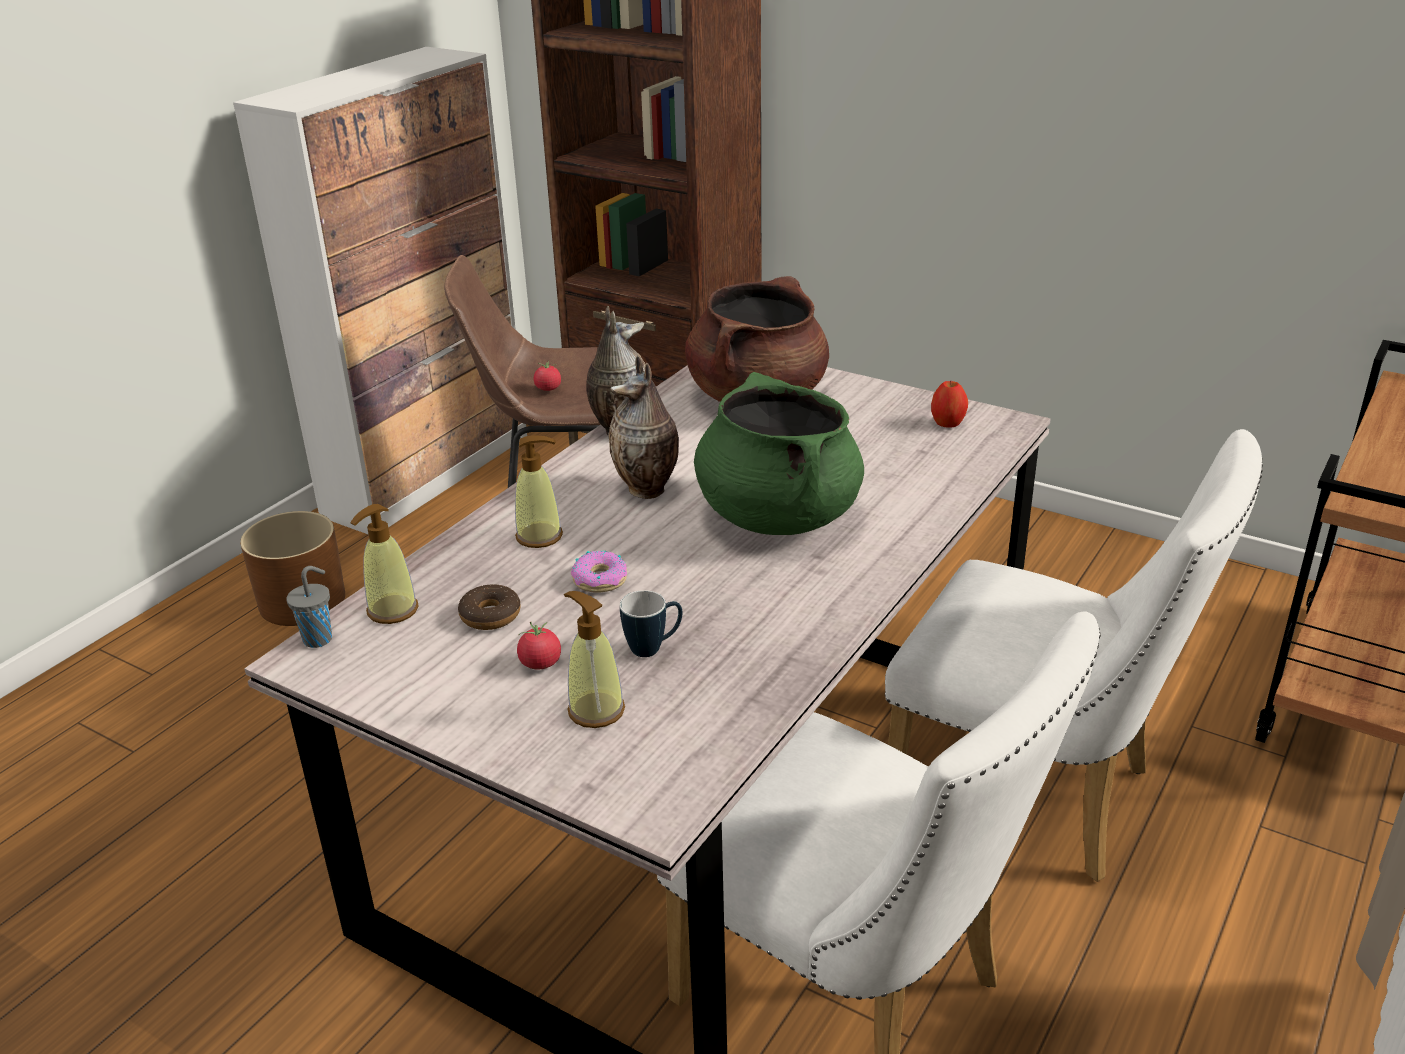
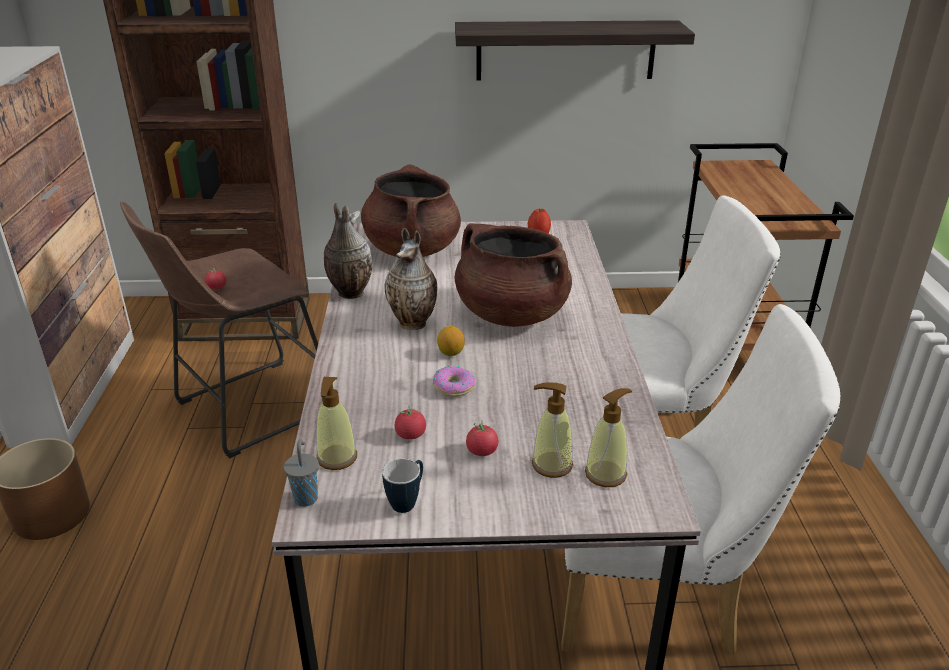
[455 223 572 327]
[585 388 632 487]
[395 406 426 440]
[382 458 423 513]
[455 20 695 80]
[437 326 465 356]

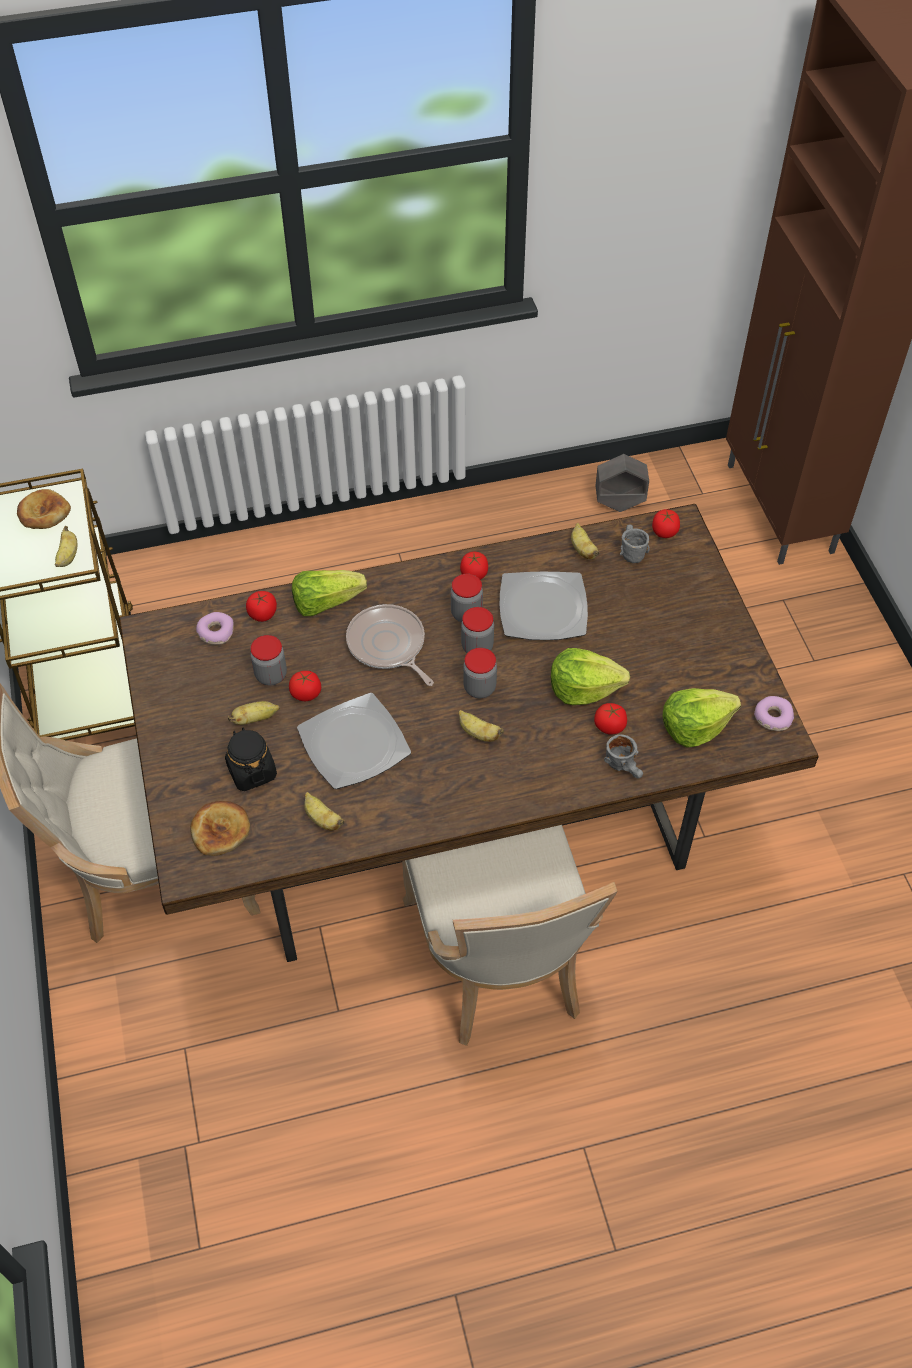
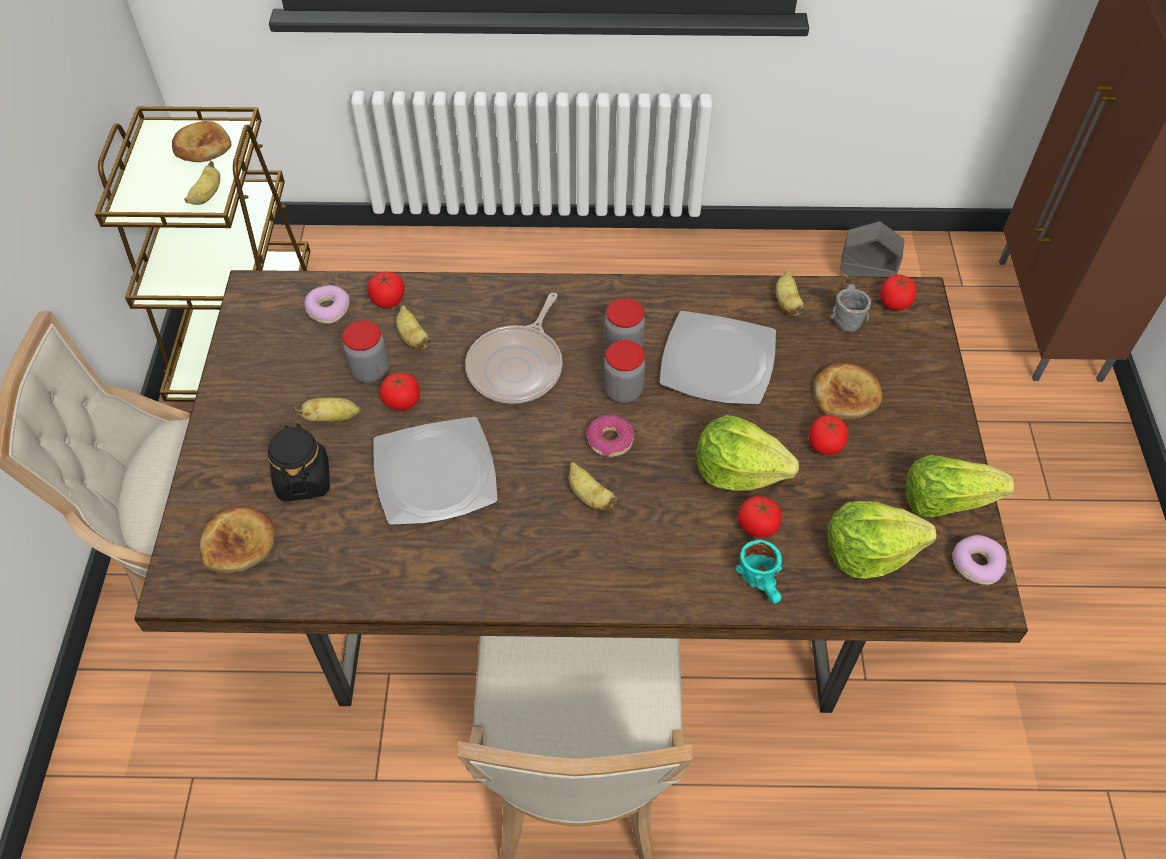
[809 415 848 455]
[906 455 1014 517]
[465 293 563 404]
[586 415 634 457]
[736 540 782 604]
[396 305 431 350]
[813 363 883 420]

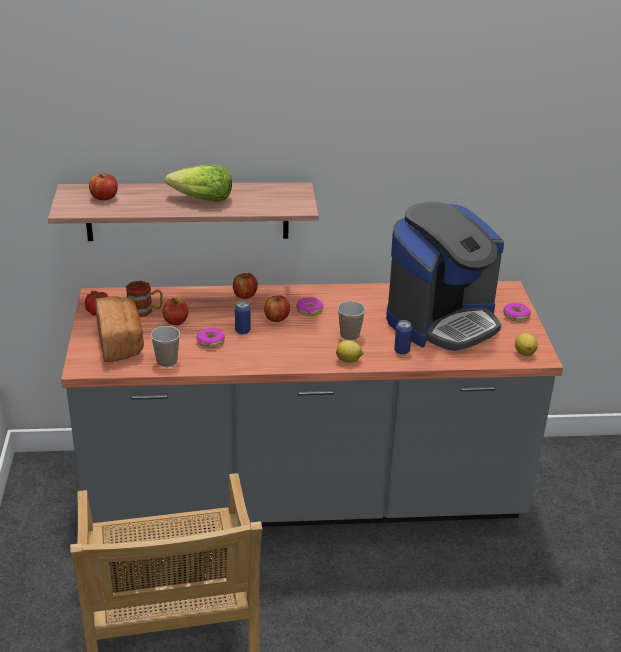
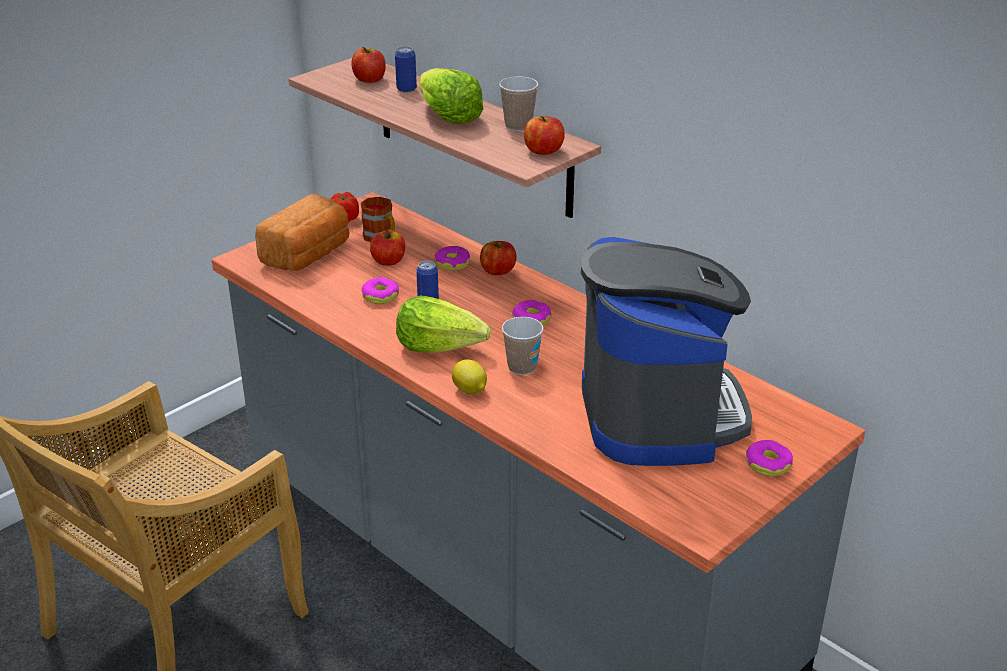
[581 237 752 466]
[524 116 565 155]
[395 46 417 92]
[499 76 538 131]
[515 333 538 356] (first image)
[435 246 470 271]
[396 296 491 353]

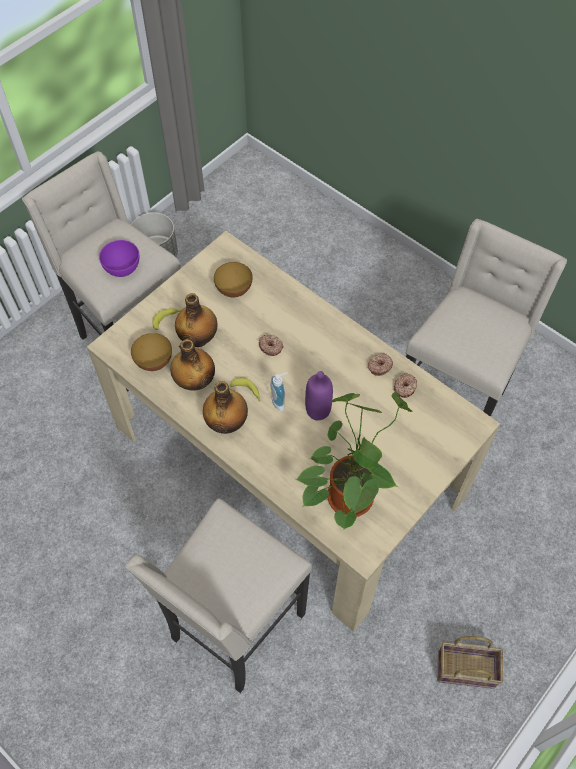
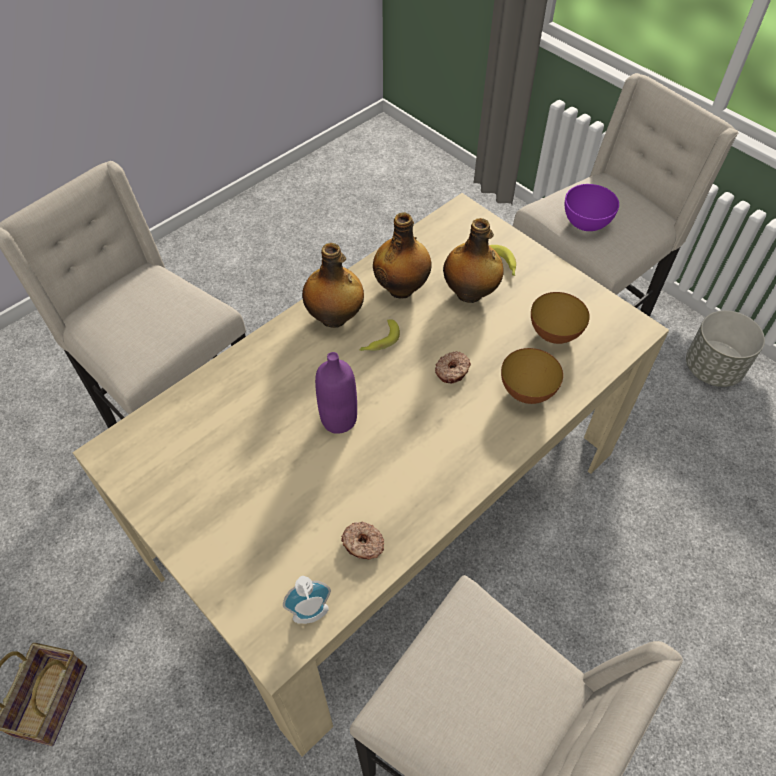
[501 348 563 404]
[368 353 393 376] (first image)
[283 576 331 624]
[296 392 414 530] (first image)

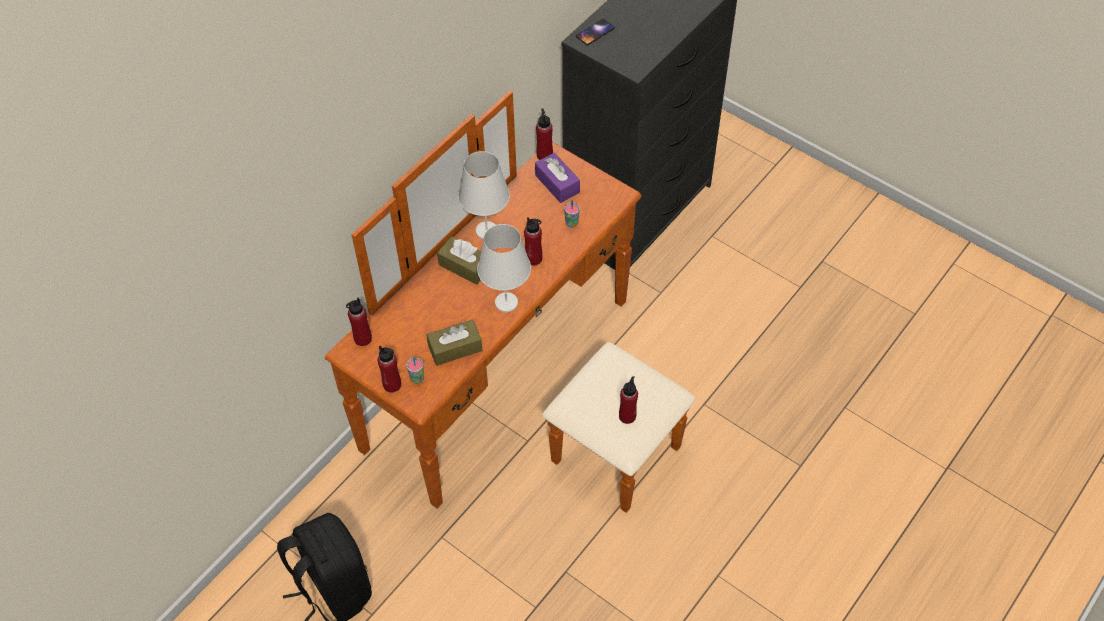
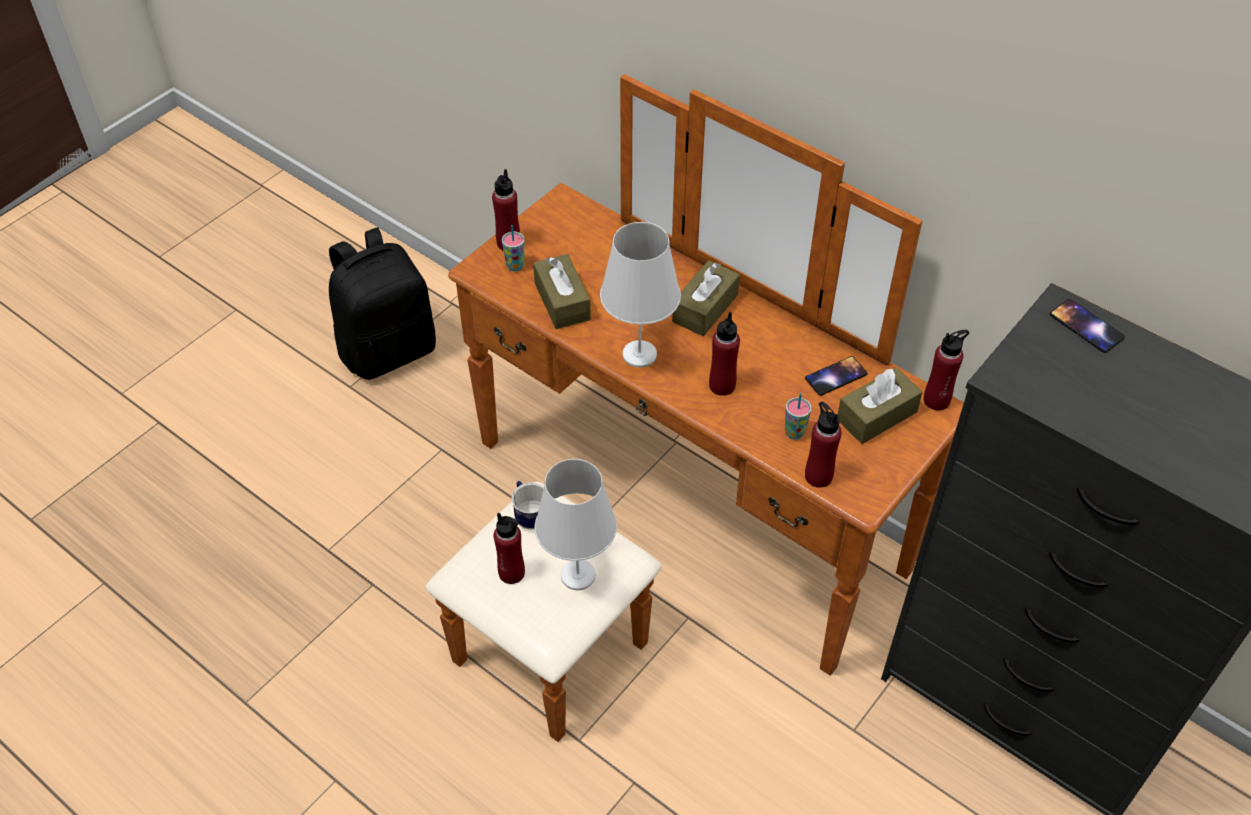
[535 459 617 590]
[838 368 923 444]
[805 401 842 488]
[805 356 868 396]
[512 481 544 530]

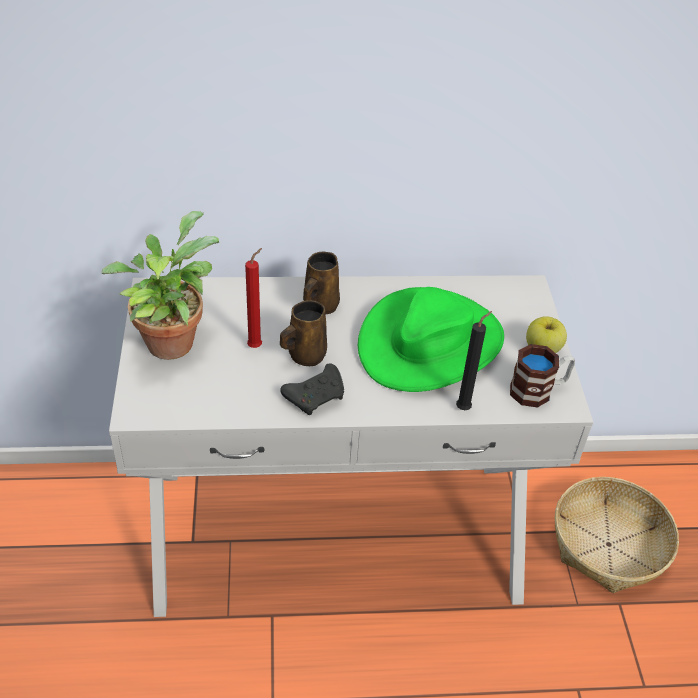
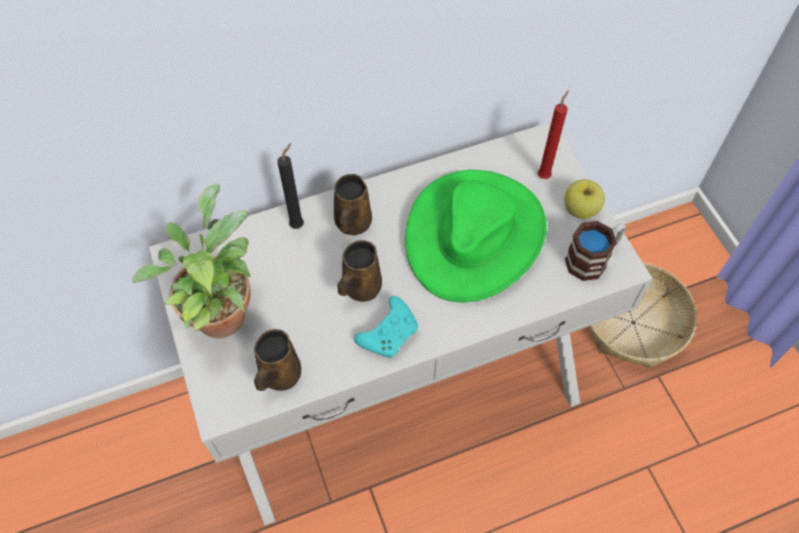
[538 90 569 179]
[277 143 304 229]
[354 296 418 358]
[254 329 301 391]

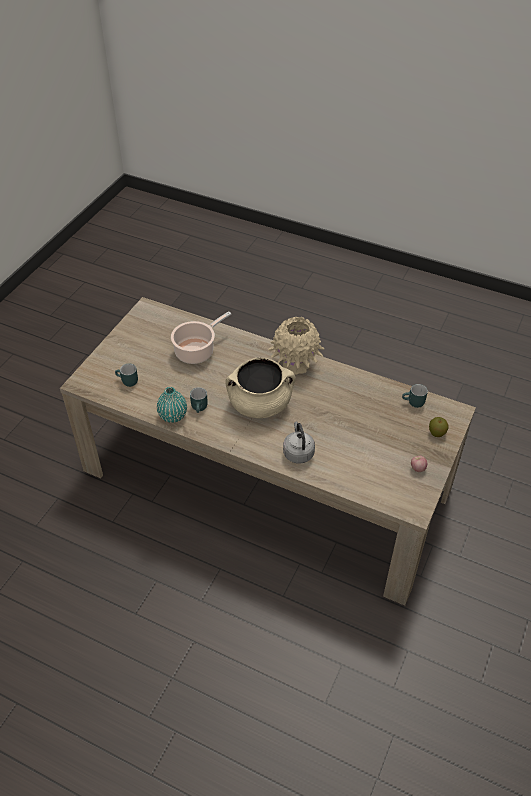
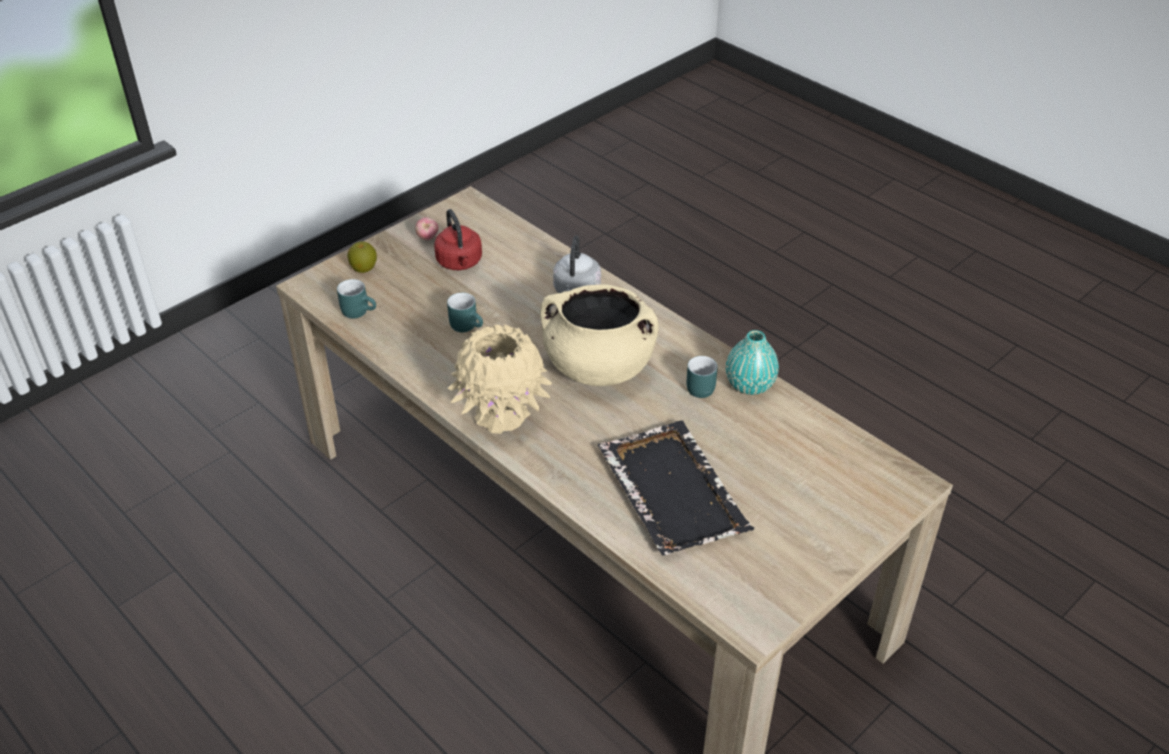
[598 421 755 556]
[447 293 483 332]
[434 209 482 270]

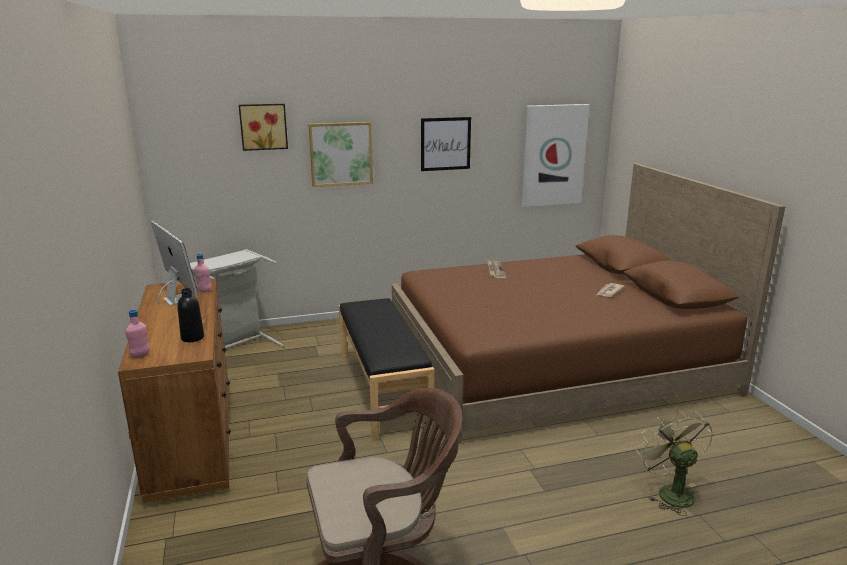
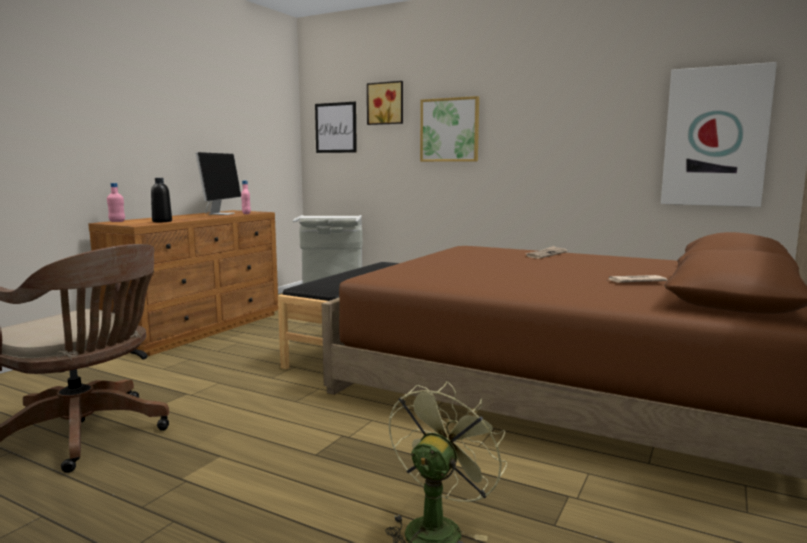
[315 102 357 153]

